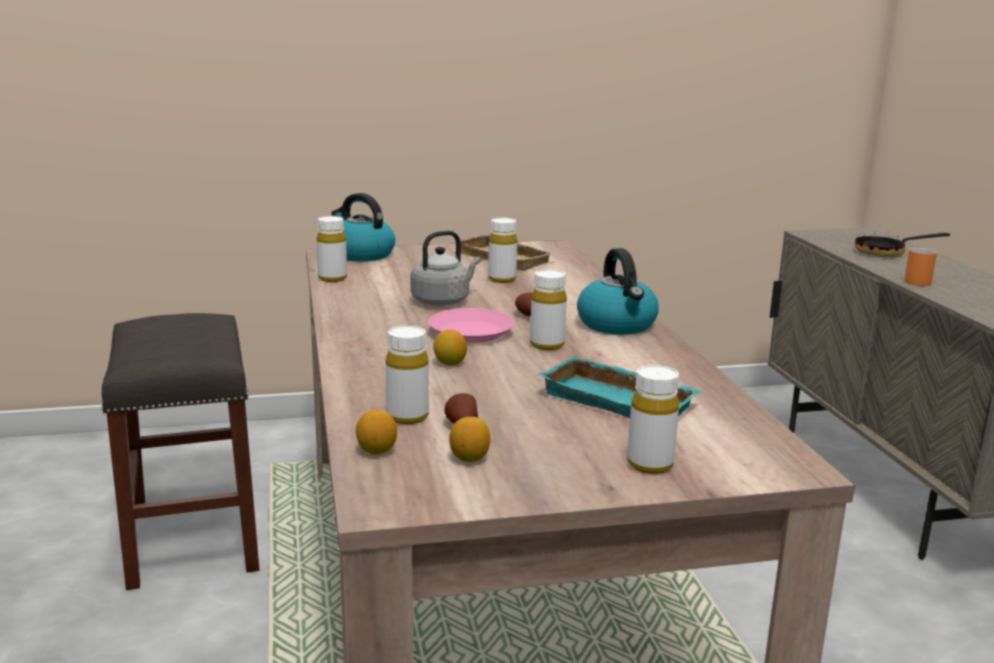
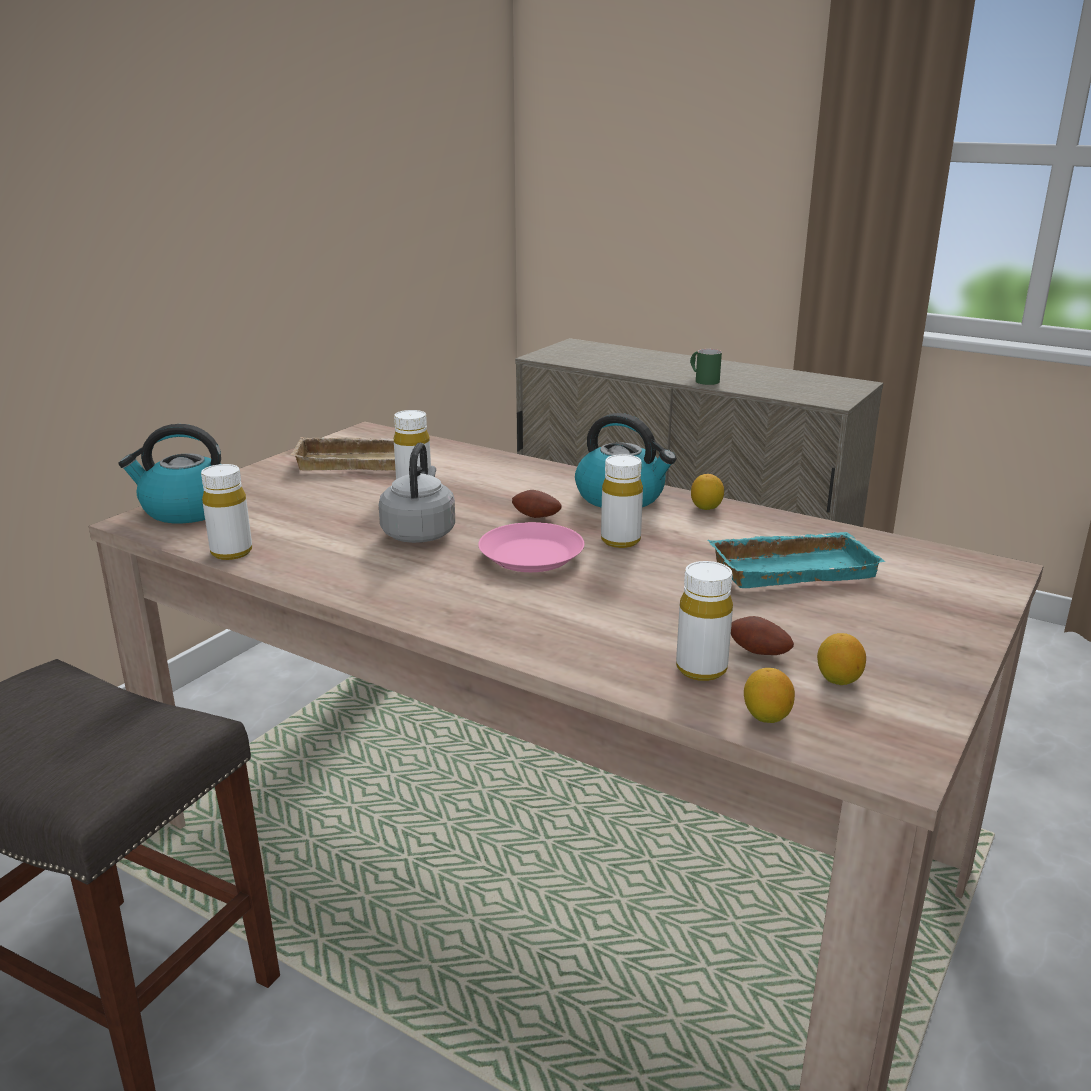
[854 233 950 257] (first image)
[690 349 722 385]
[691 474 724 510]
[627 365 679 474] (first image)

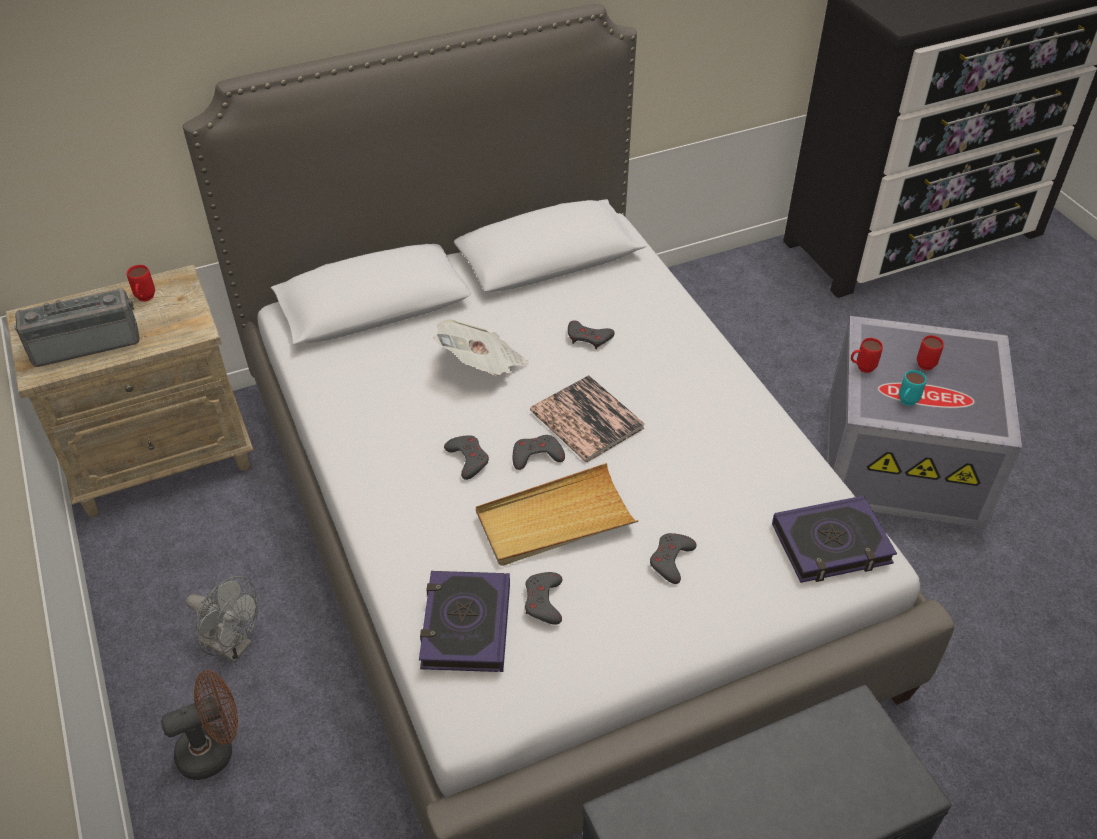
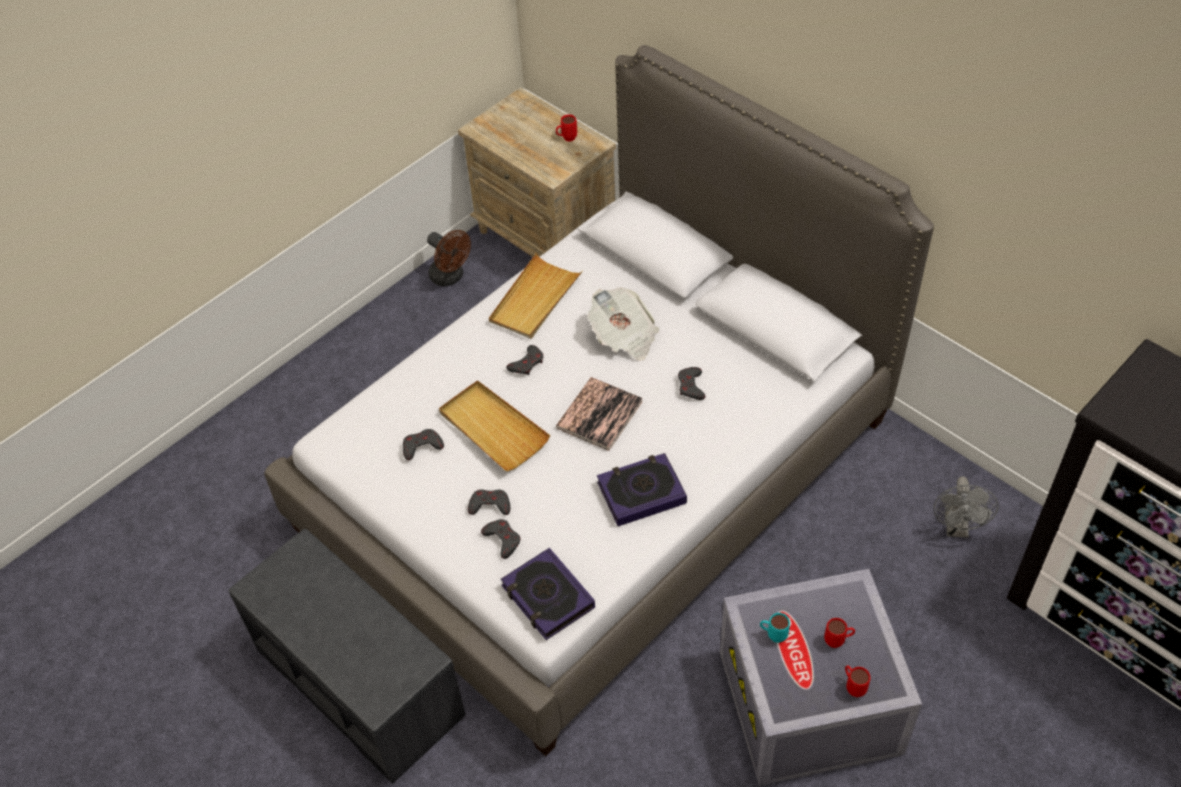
[14 288 140 367] (first image)
[845 666 870 697]
[481 519 520 559]
[597 453 687 526]
[934 476 999 538]
[427 230 471 286]
[489 253 583 339]

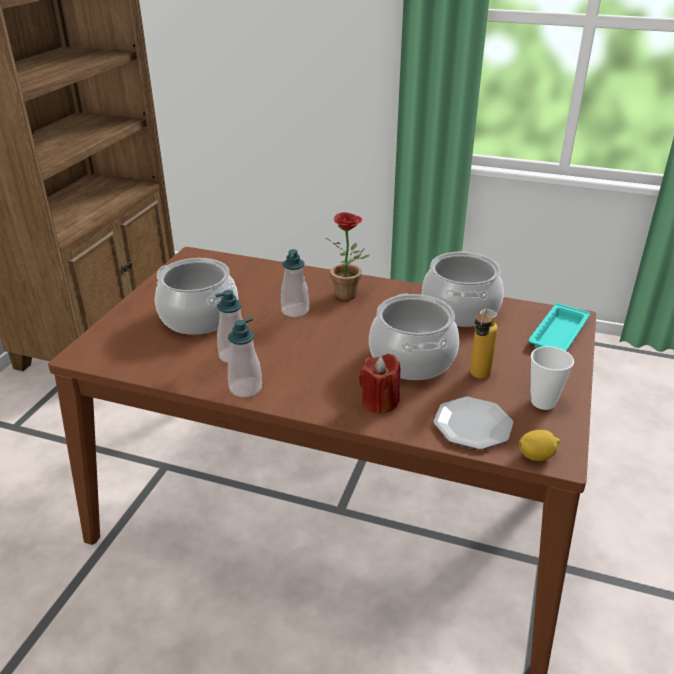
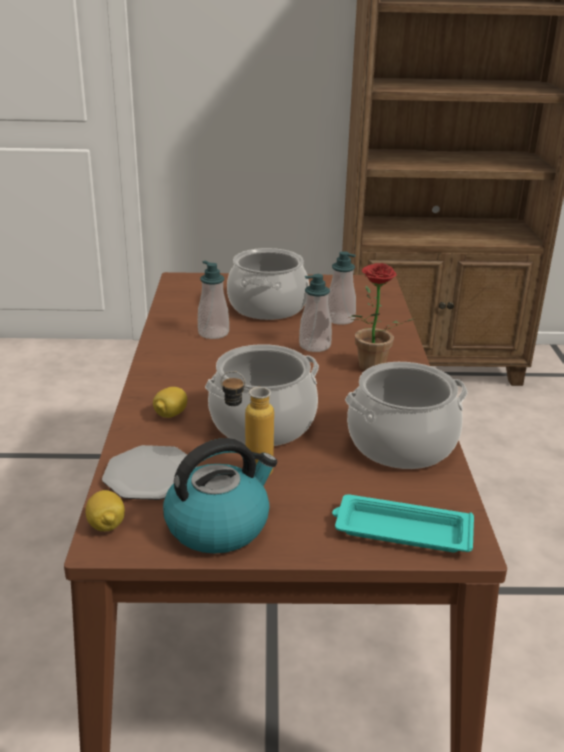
[328 251 356 325]
[163 438 277 553]
[153 387 187 418]

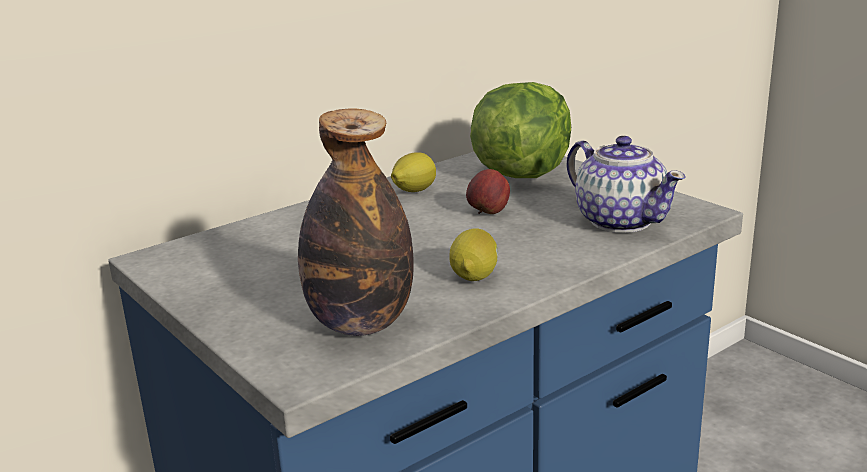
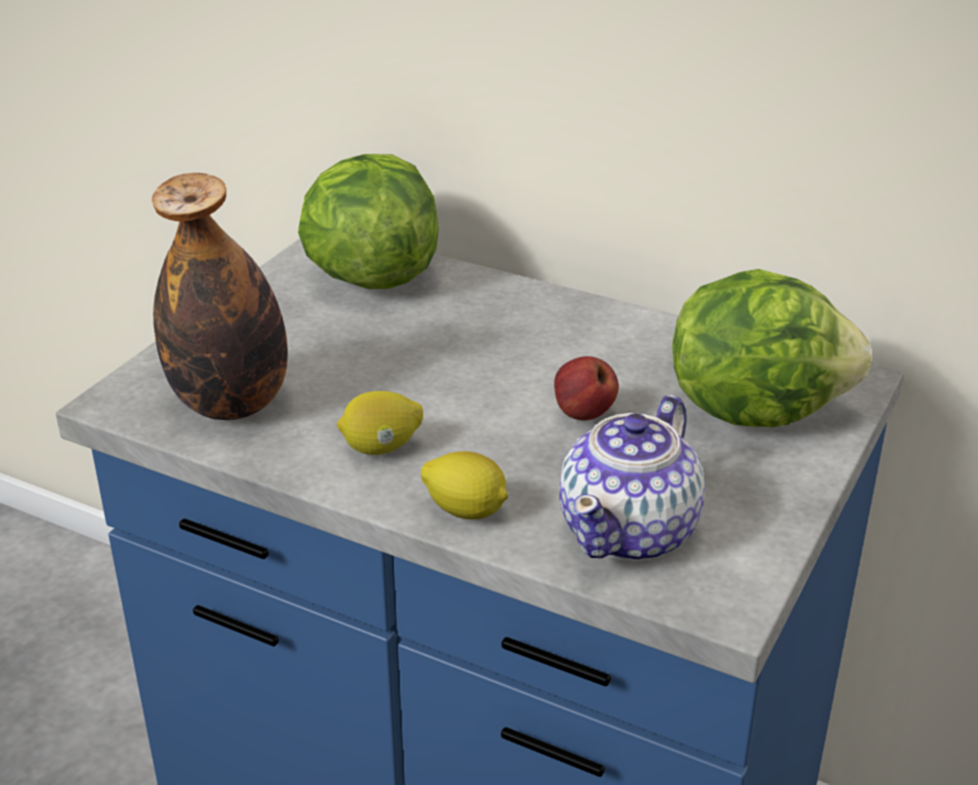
[421 451 508 519]
[298 154 439 289]

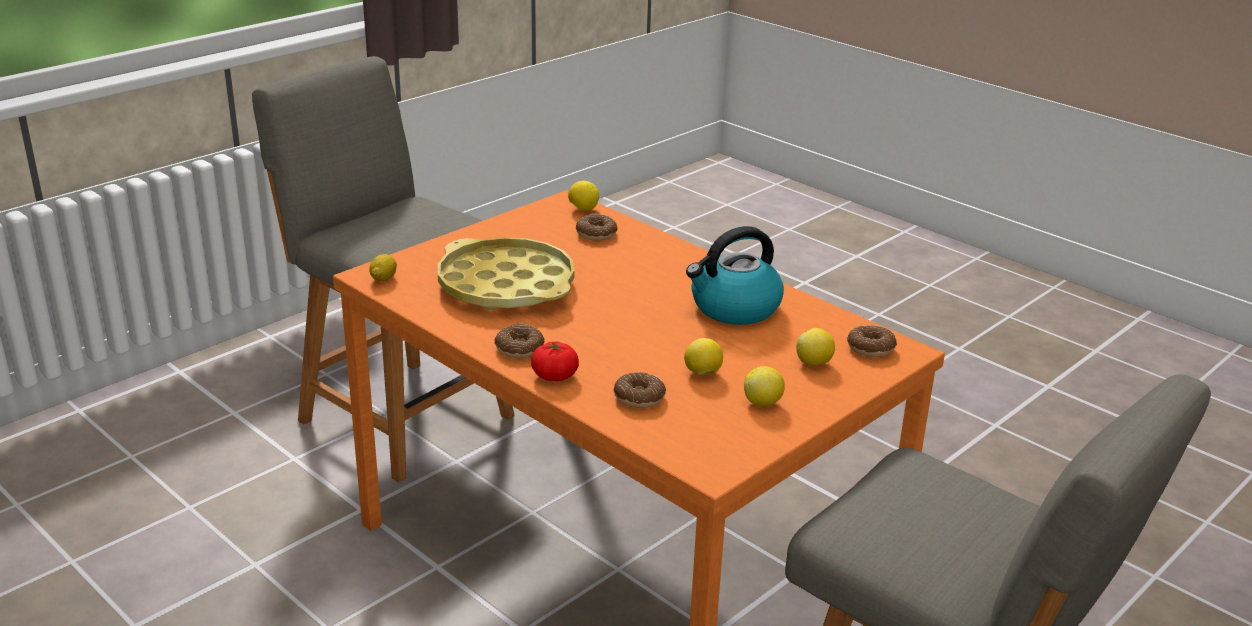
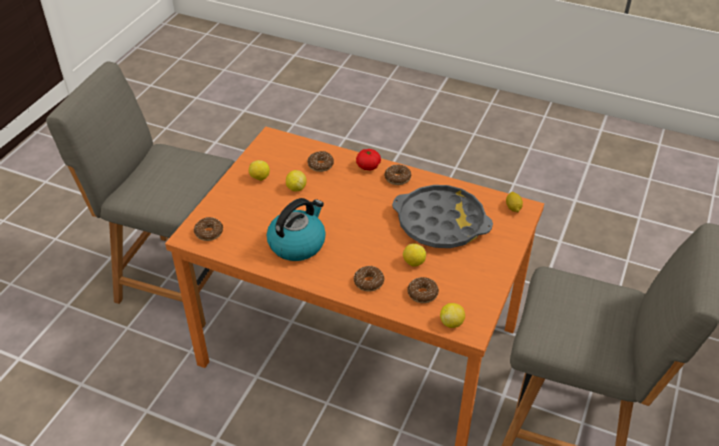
[392 185 493 248]
[403 243 426 267]
[354 266 385 291]

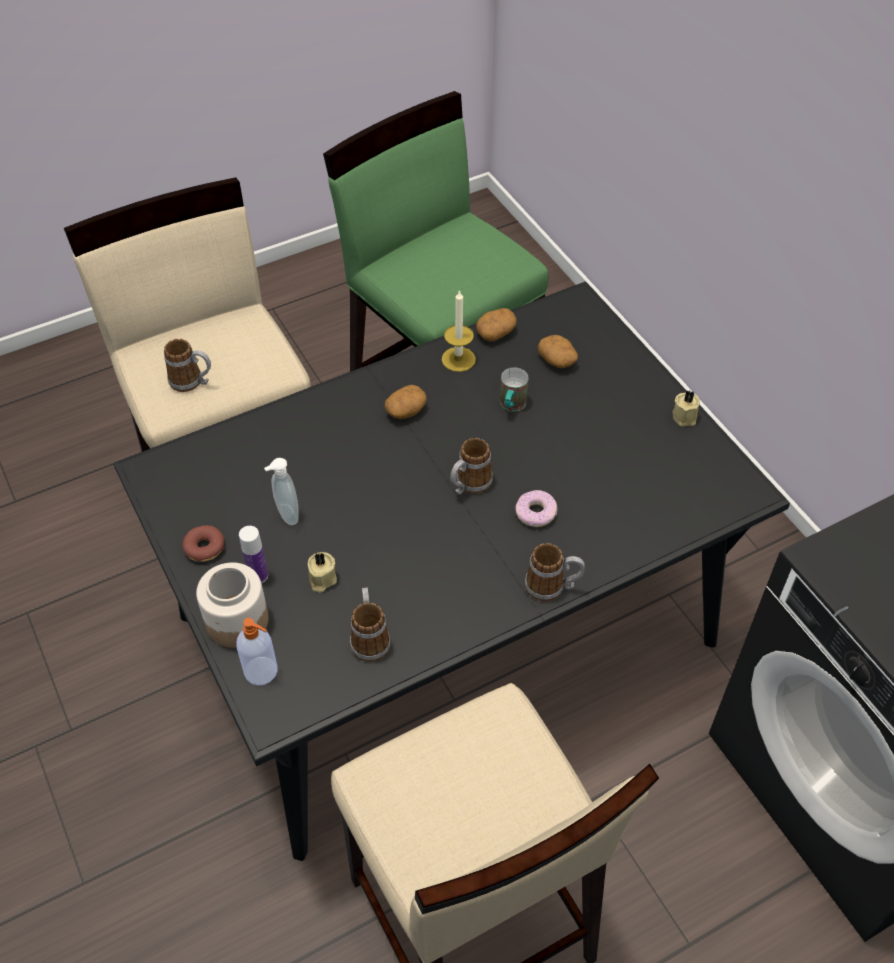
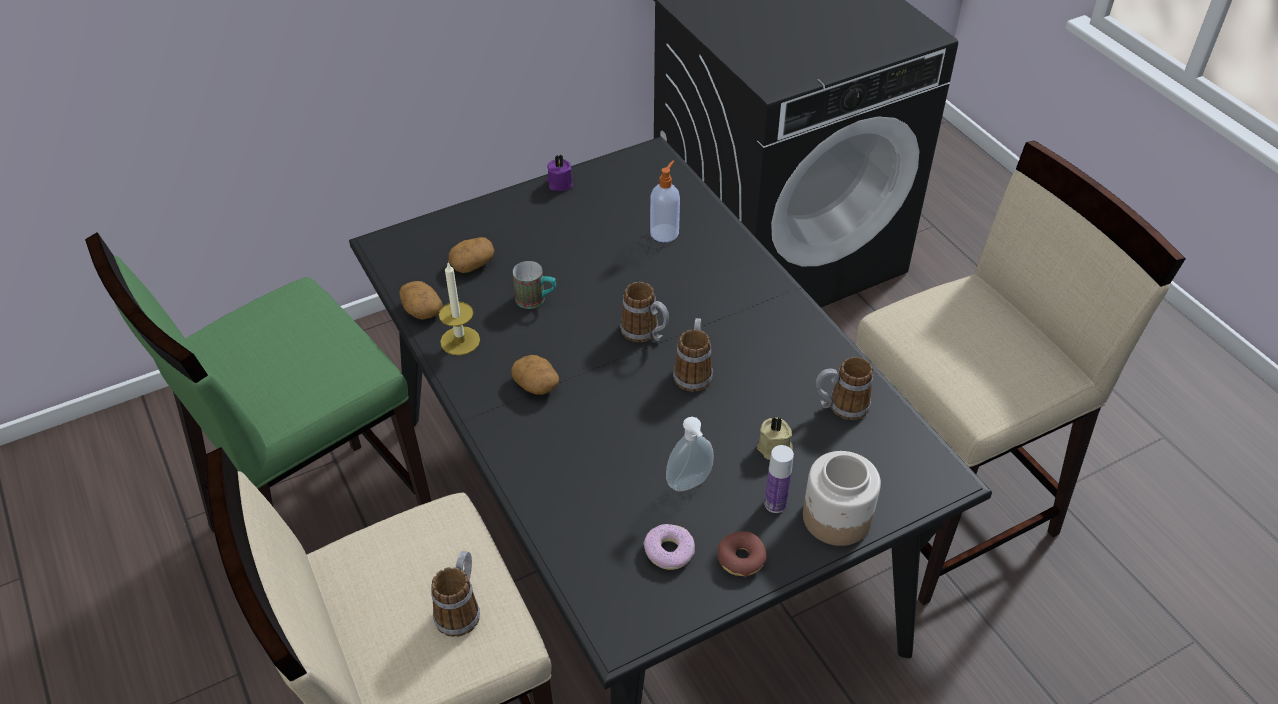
[546 155 573 191]
[644 524 695 570]
[673 318 713 392]
[650 161 680 242]

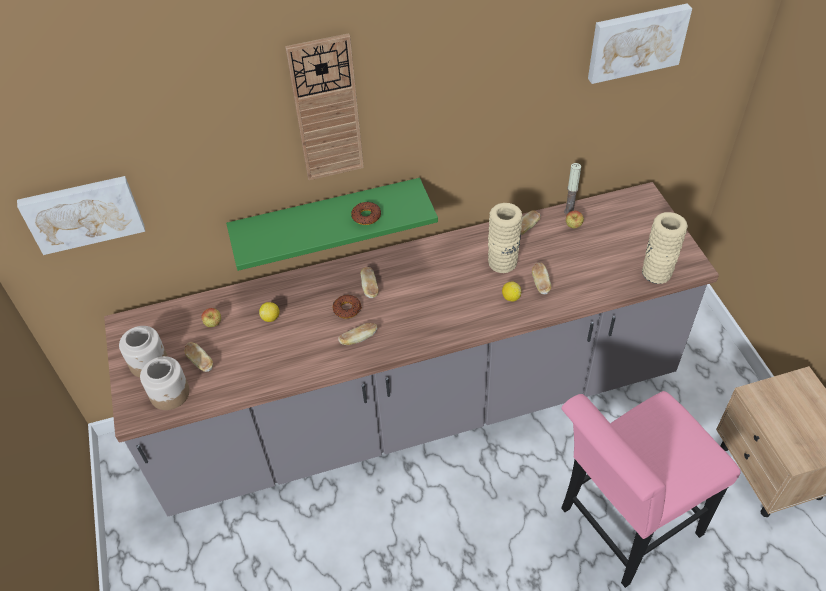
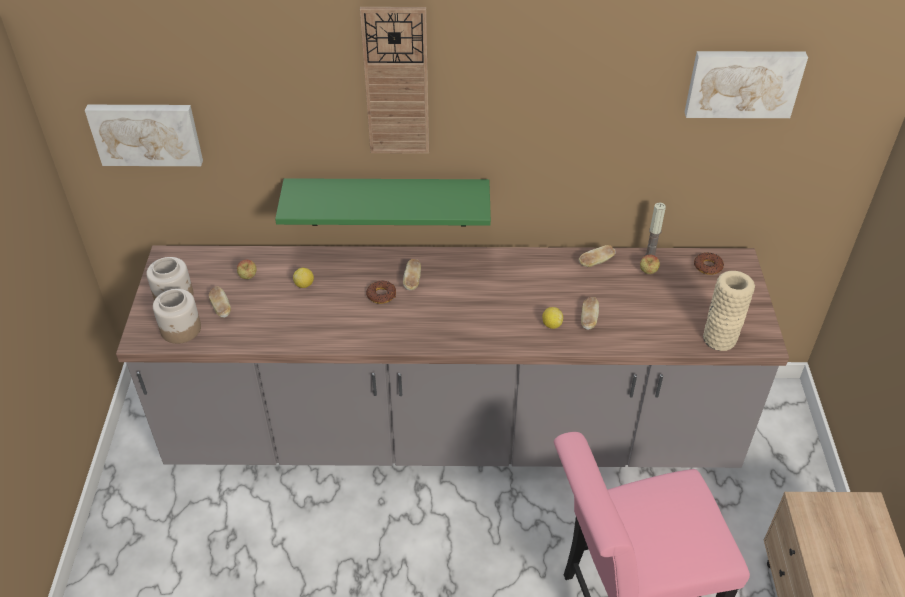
[694 252 724 275]
[488 203 523 273] (first image)
[339 323 377 345] (first image)

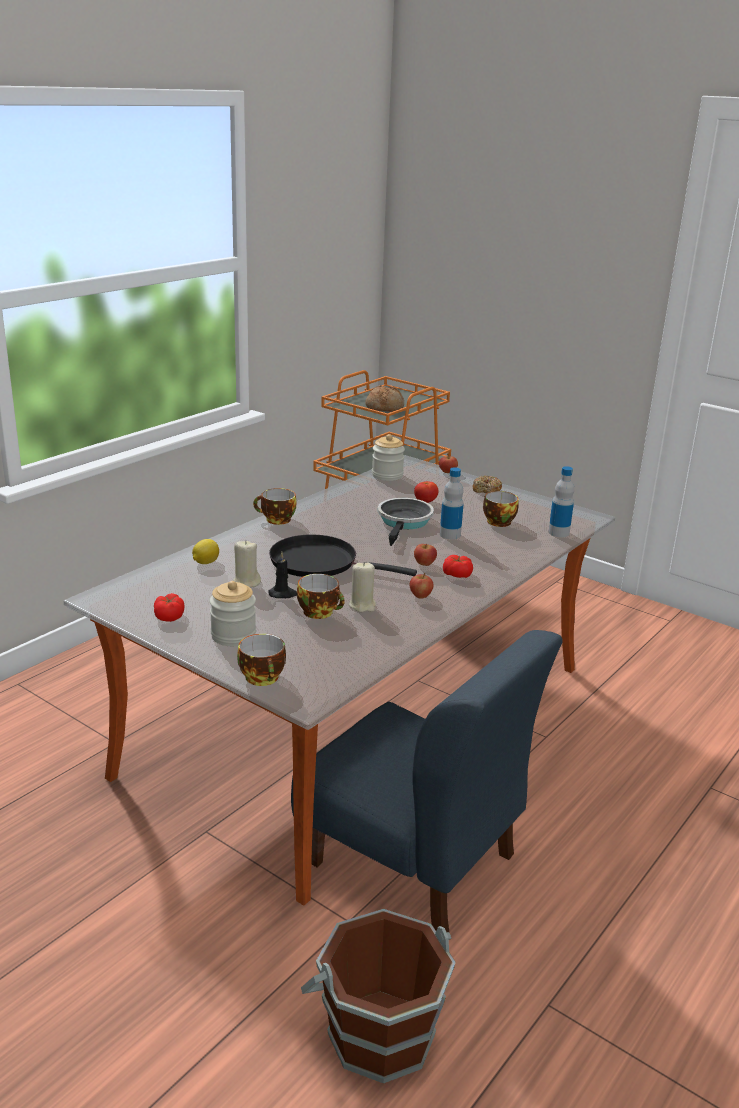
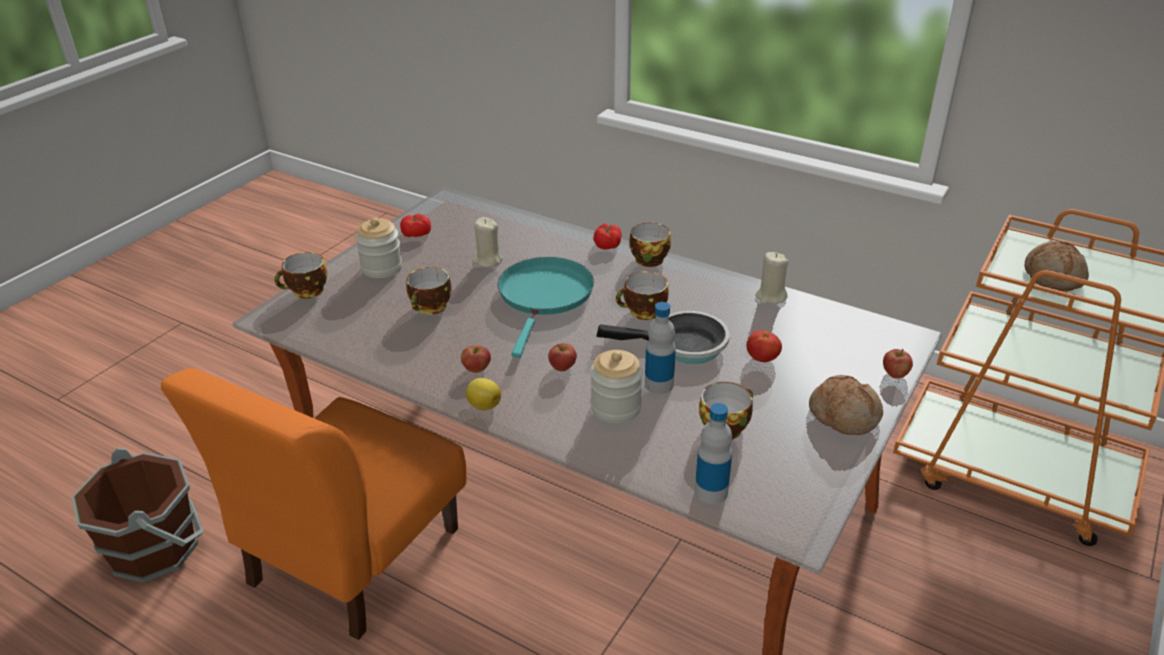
[590 350 643 423]
[809 375 883 435]
[498 257 594 358]
[466 378 501 410]
[268 552 297 598] (first image)
[593 224 622 250]
[755 252 788 304]
[161 368 467 640]
[616 271 669 320]

